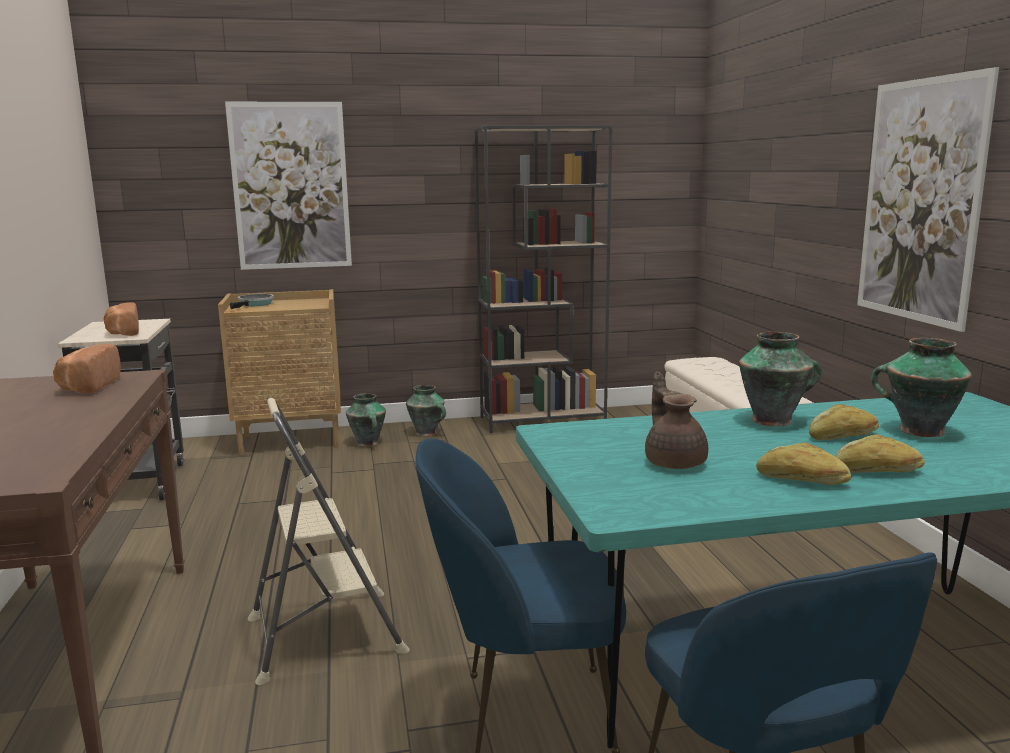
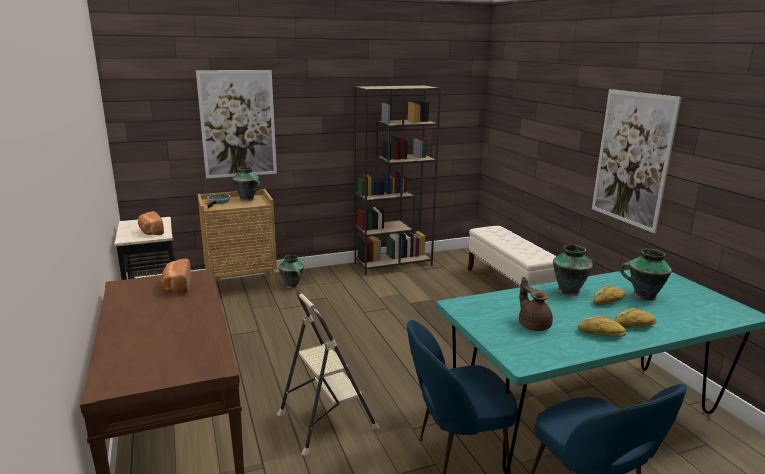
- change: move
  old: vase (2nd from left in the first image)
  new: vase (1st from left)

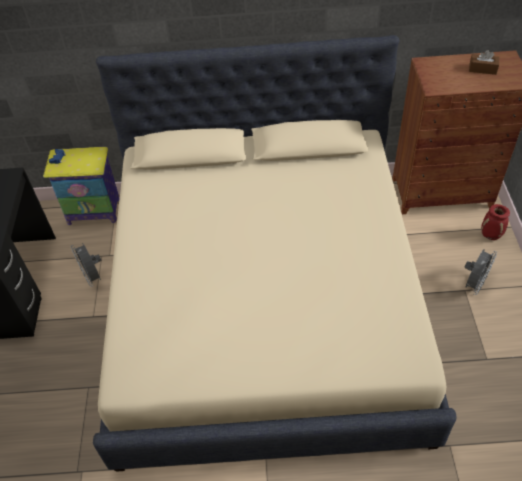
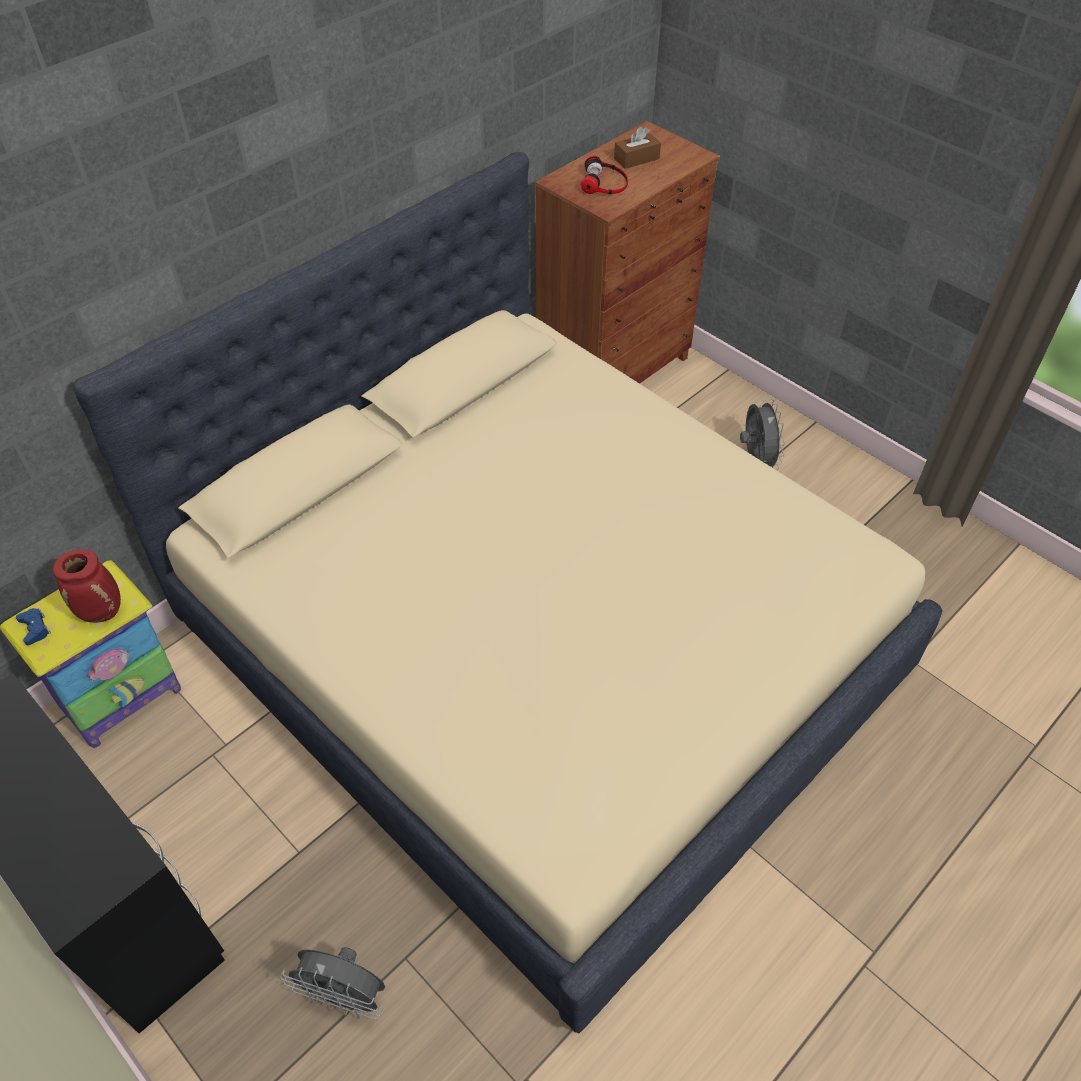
- change: move
  old: reddish vase
- change: move
  old: greyish electric fan (1st from left)
- change: insert
  new: pair of headphones

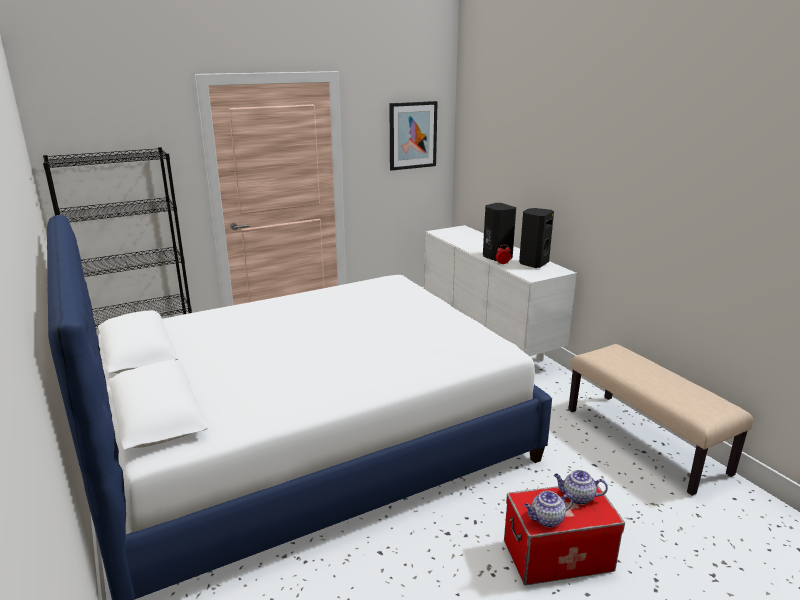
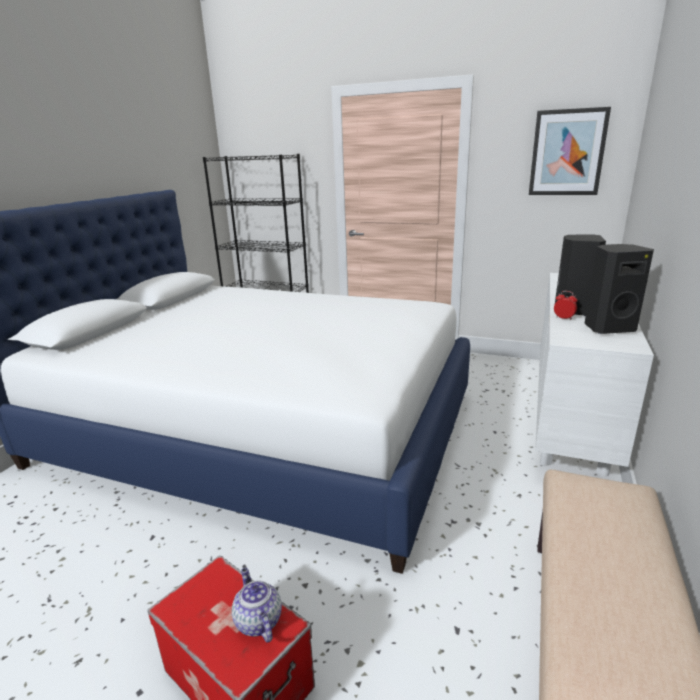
- change: delete
  old: teapot (1st from left)

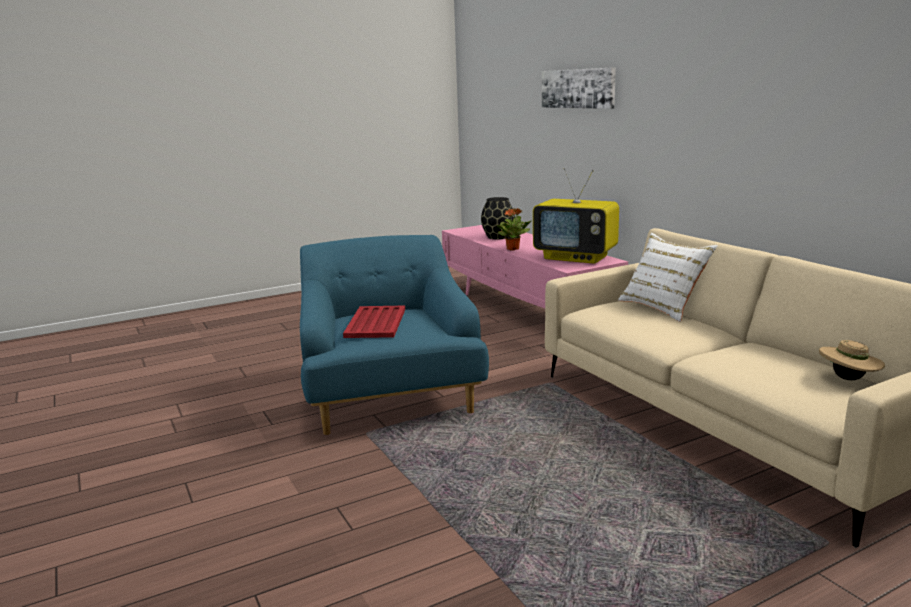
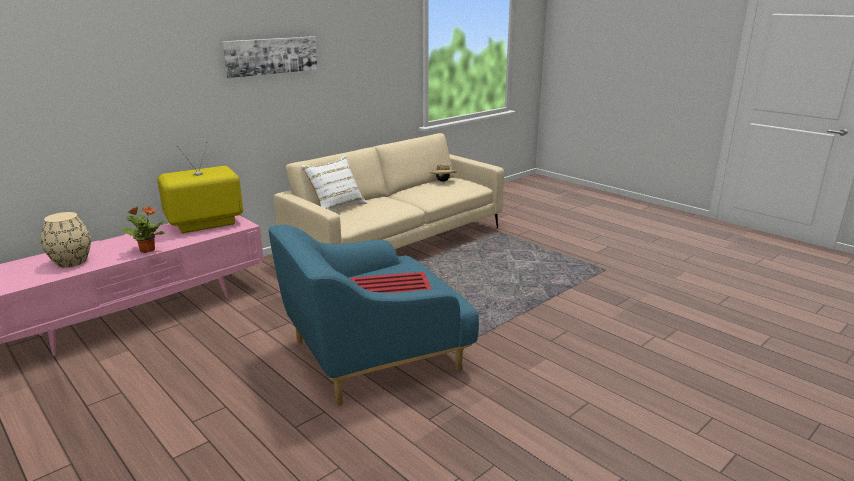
- change: recolor
  old: black vase
  new: beige-coloured vase
- change: rotate
  old: TV
  degrees: -135
- change: move
  old: picture

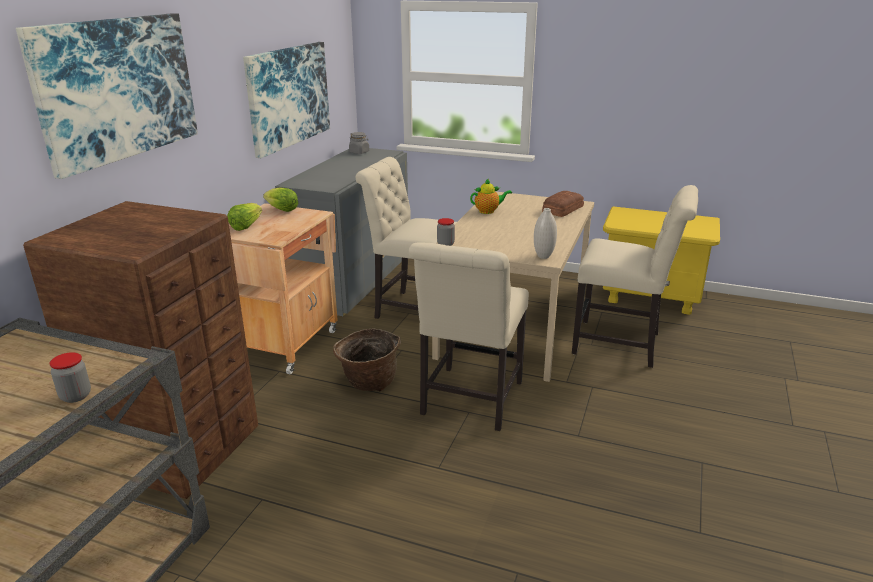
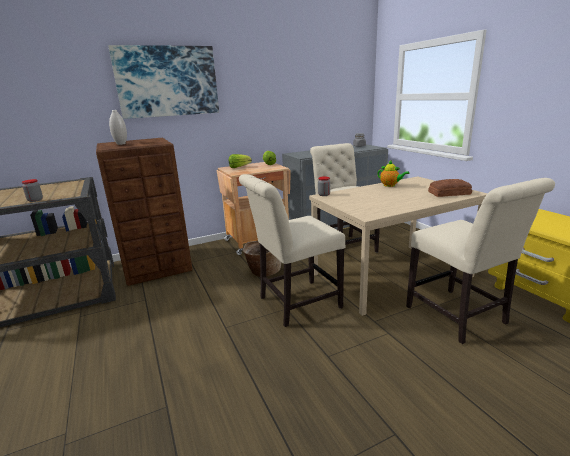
- change: move
  old: white vase
- change: delete
  old: picture (2nd from left)

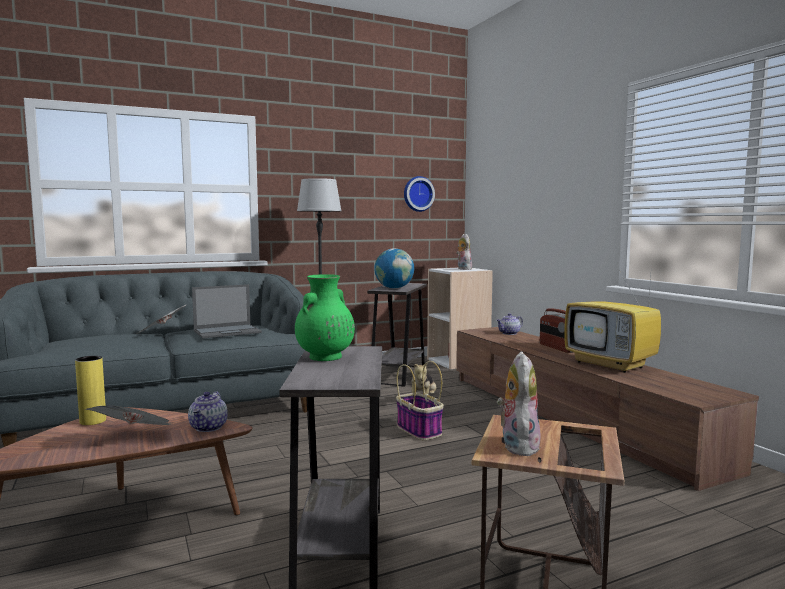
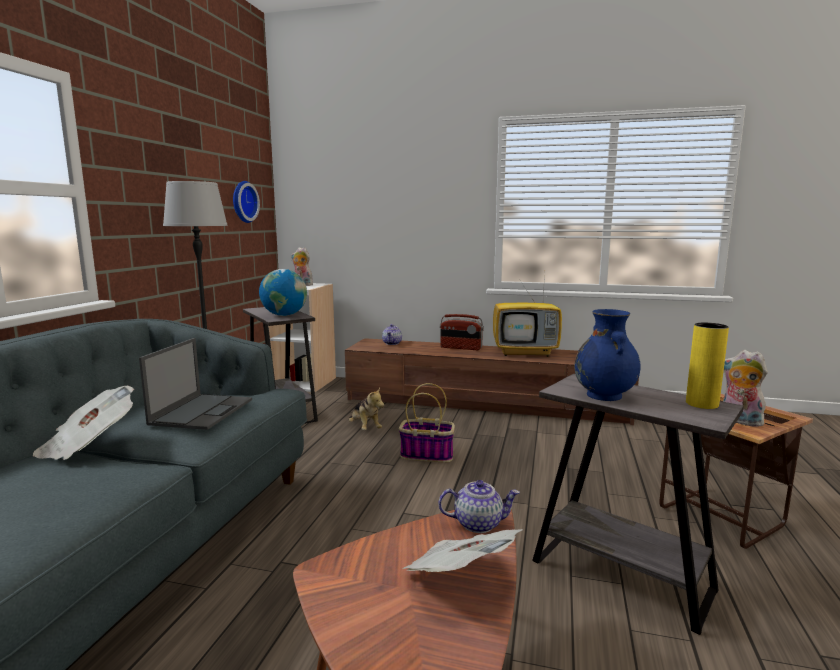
- change: rotate
  old: teapot (1st from left in the first image)
  degrees: -45
- change: recolor
  old: green vase
  new: blue-coloured vase
- change: move
  old: yellow-coloured vase

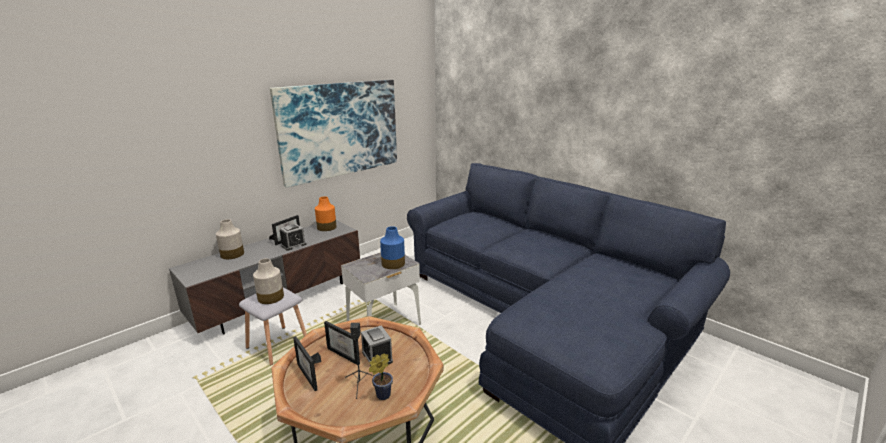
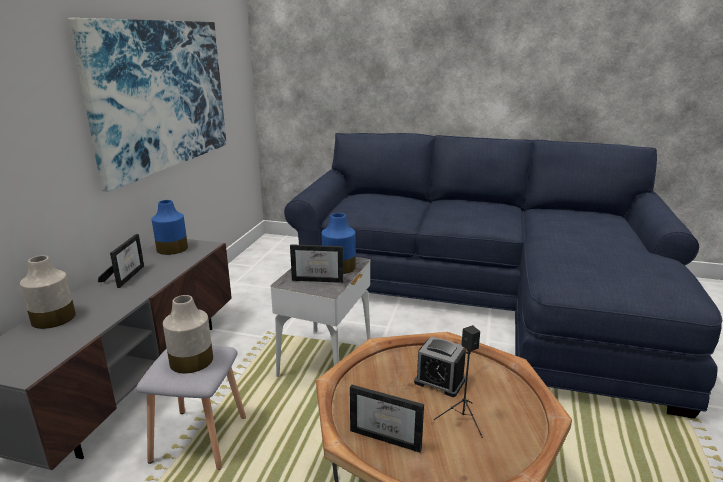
- change: recolor
  old: orange vase
  new: blue-coloured vase (1st from left)
- change: move
  old: photo frame (3rd from left in the first image)
  new: photo frame (2nd from left)
- change: delete
  old: bedside clock (1st from left)
- change: delete
  old: potted plant

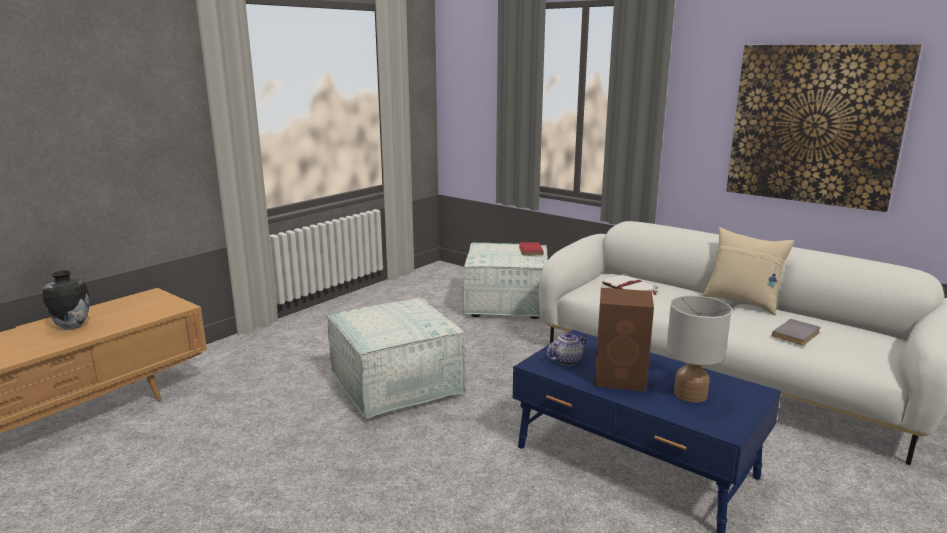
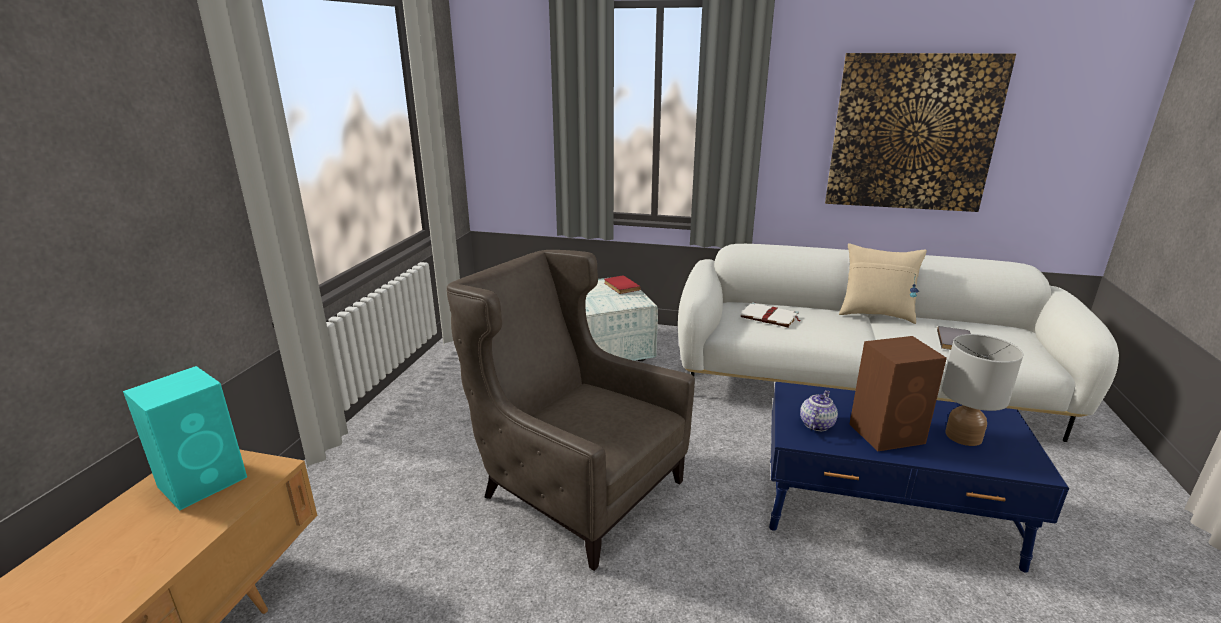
- change: insert
  new: blue-green speaker
- change: replace
  old: white footrest (1st from left)
  new: greyish lounge chair
- change: delete
  old: vase

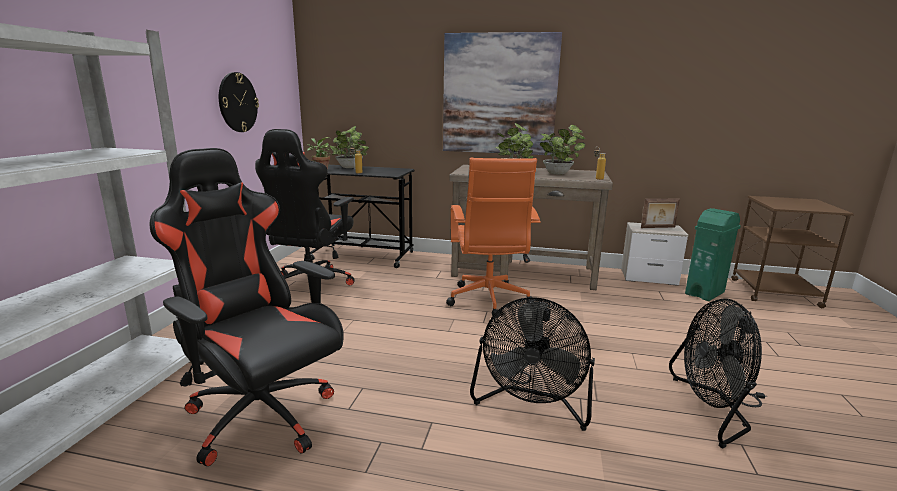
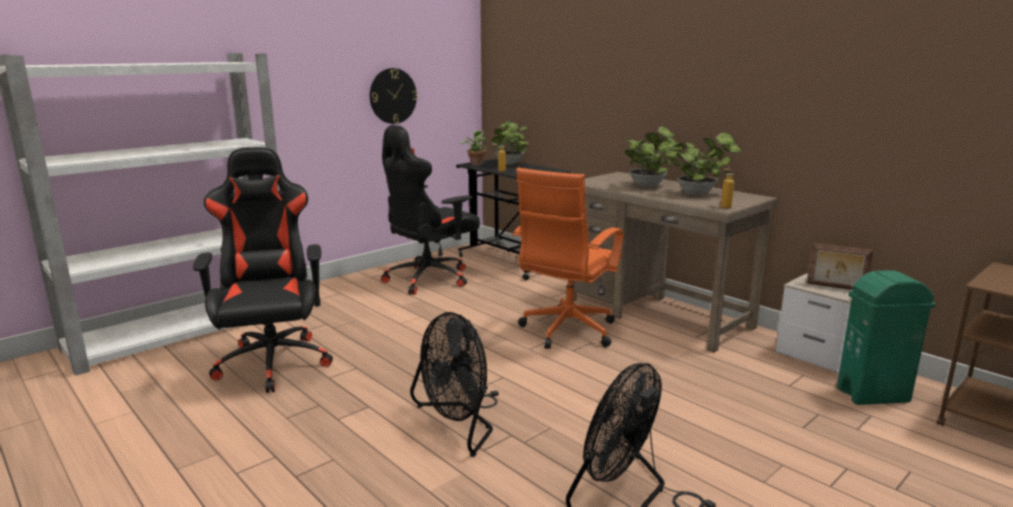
- change: delete
  old: picture

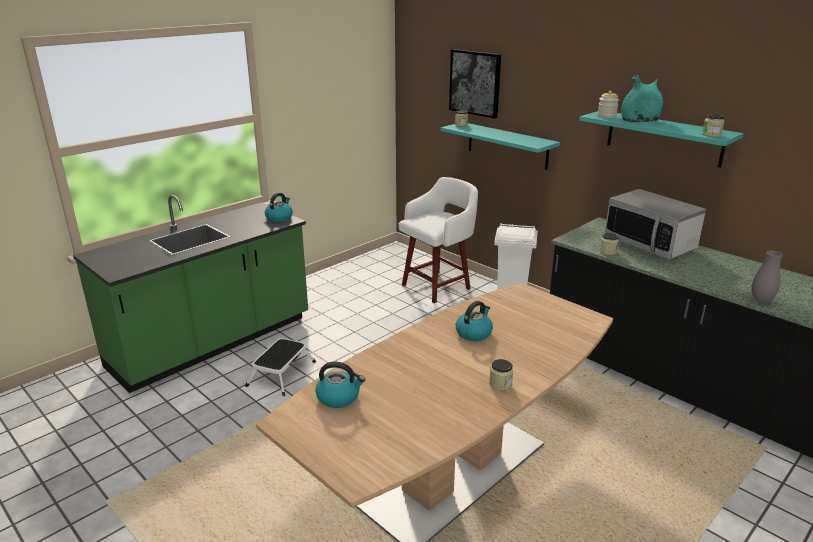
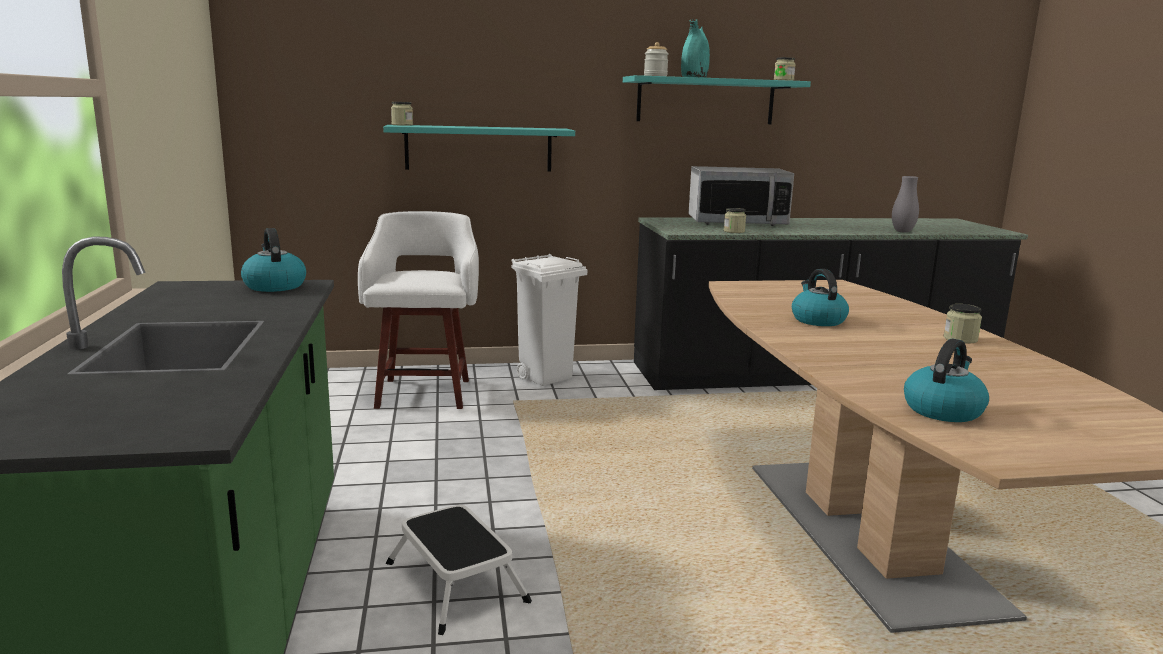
- change: delete
  old: picture

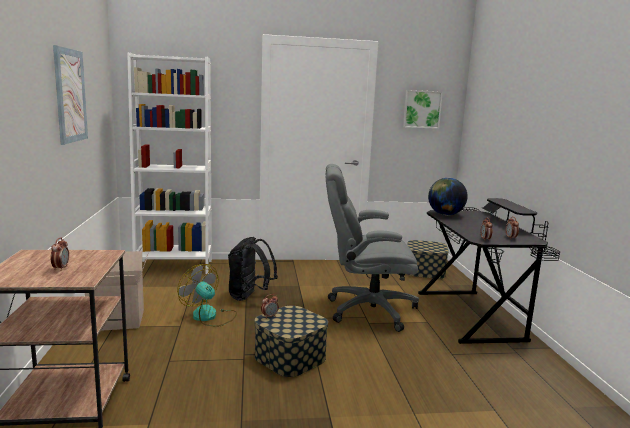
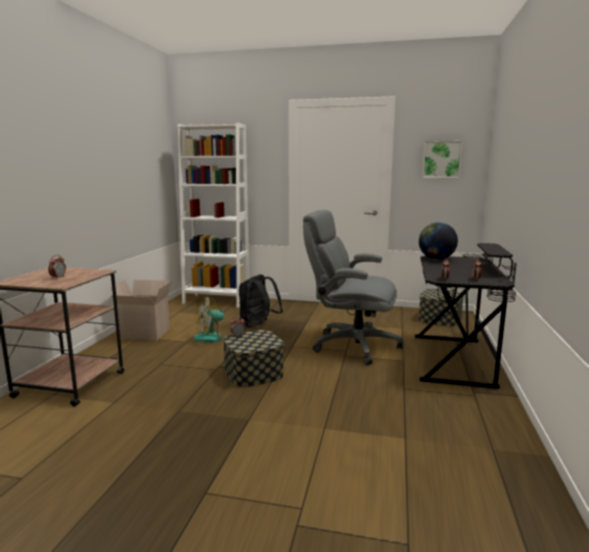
- change: rotate
  old: electric fan
  degrees: -90
- change: delete
  old: picture (1st from left)

